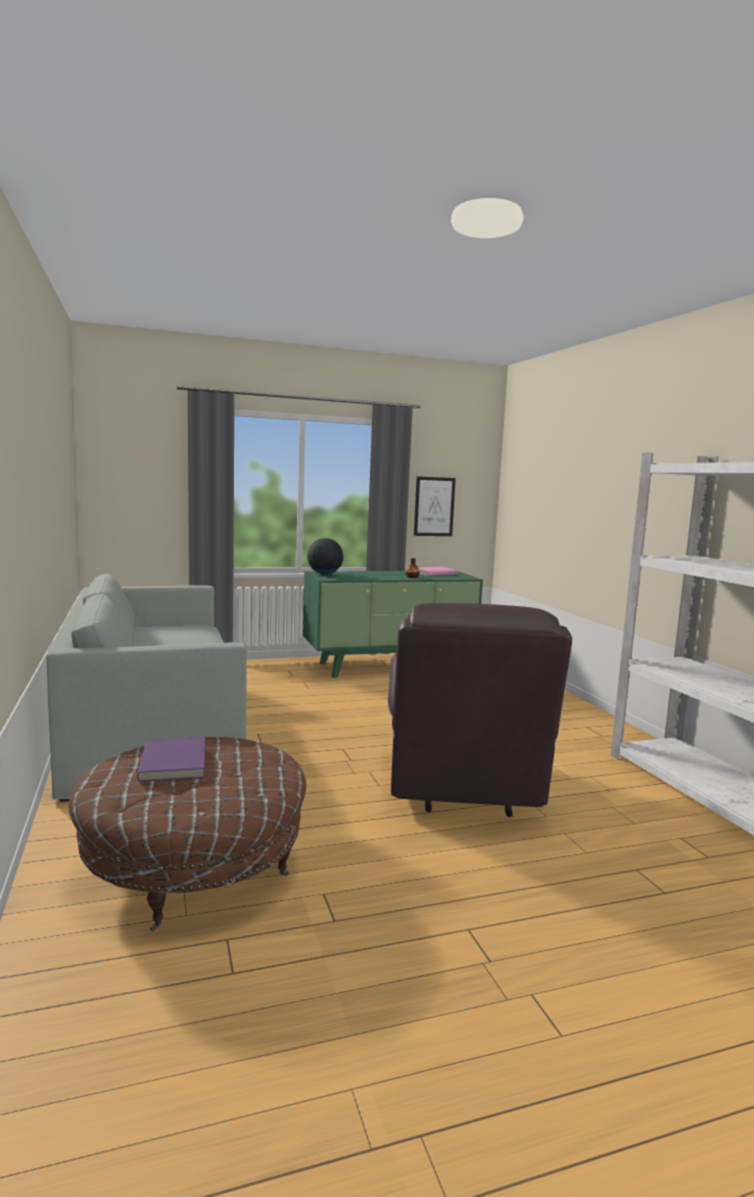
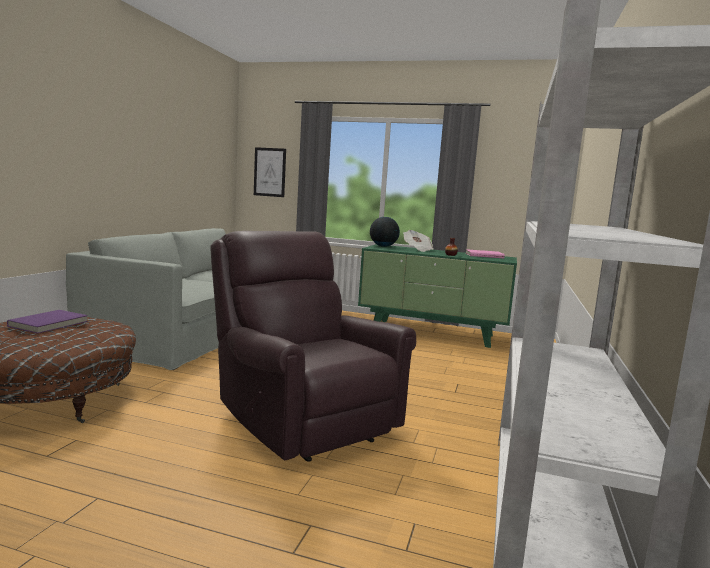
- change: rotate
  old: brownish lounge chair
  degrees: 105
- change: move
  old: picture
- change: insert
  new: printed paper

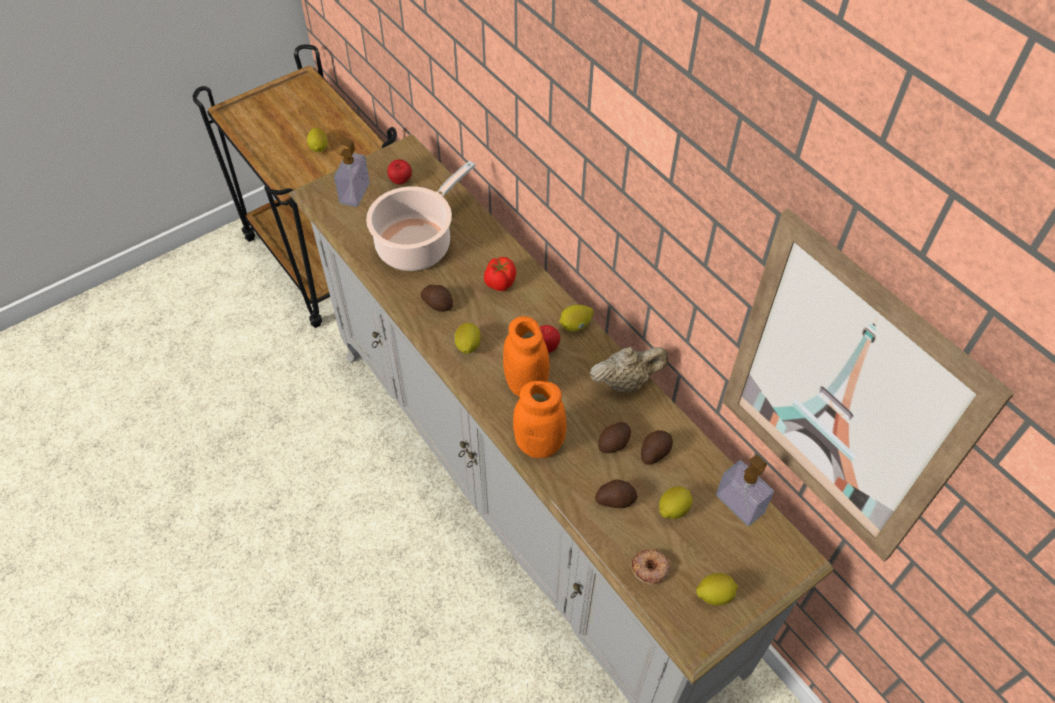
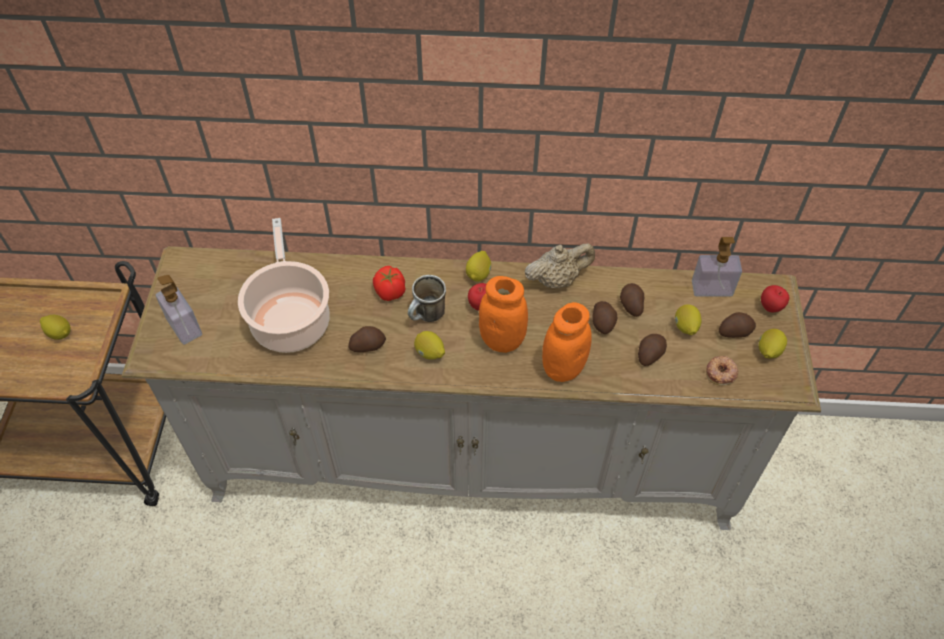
- change: insert
  new: coffee mug
- change: rotate
  old: beige-coloured teapot
  degrees: 45
- change: insert
  new: spud (5th from left)
- change: move
  old: whole apple (1st from left in the first image)
  new: whole apple (2nd from left)
- change: delete
  old: picture

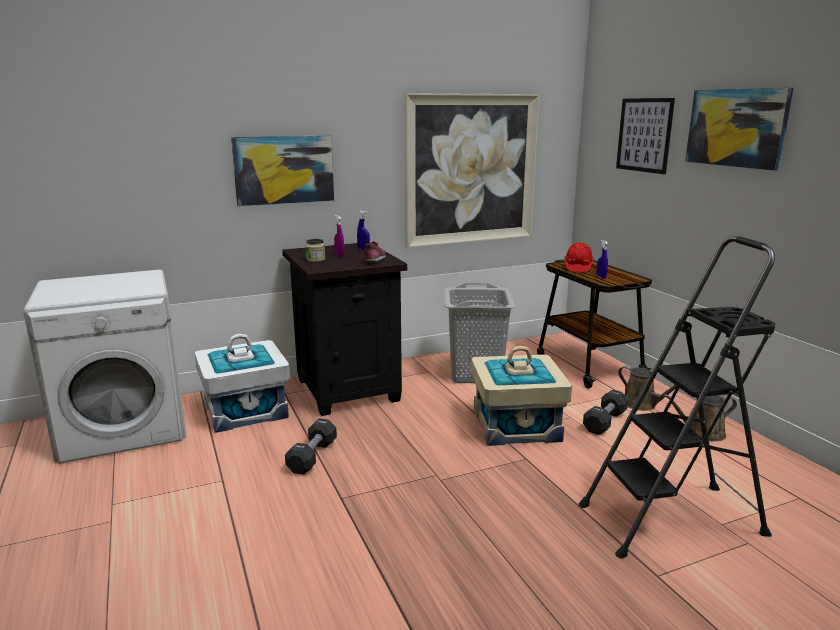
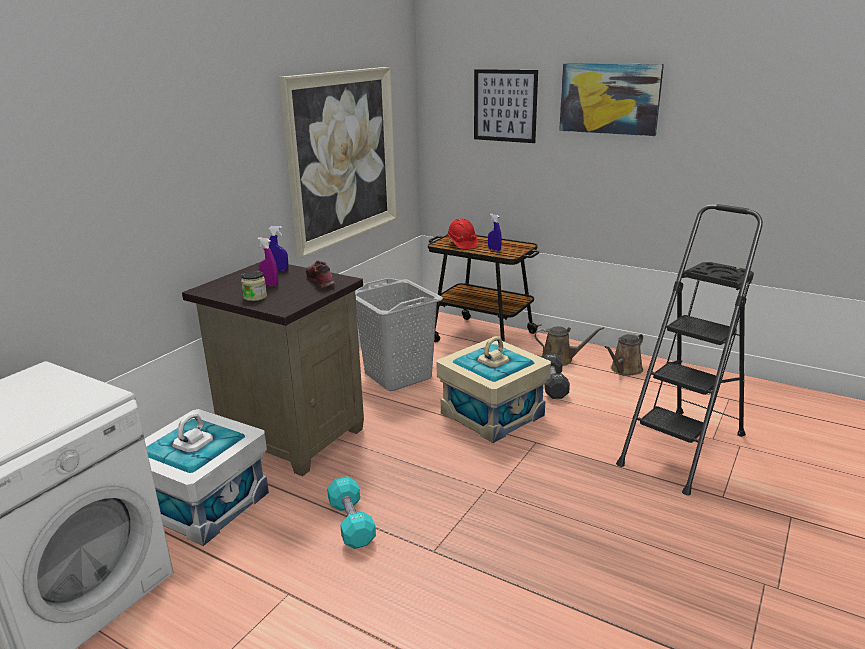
- change: recolor
  old: black storage cabinet
  new: beige-coloured storage cabinet
- change: recolor
  old: black hand weight (1st from left)
  new: blue-green hand weight
- change: delete
  old: picture (1st from left)

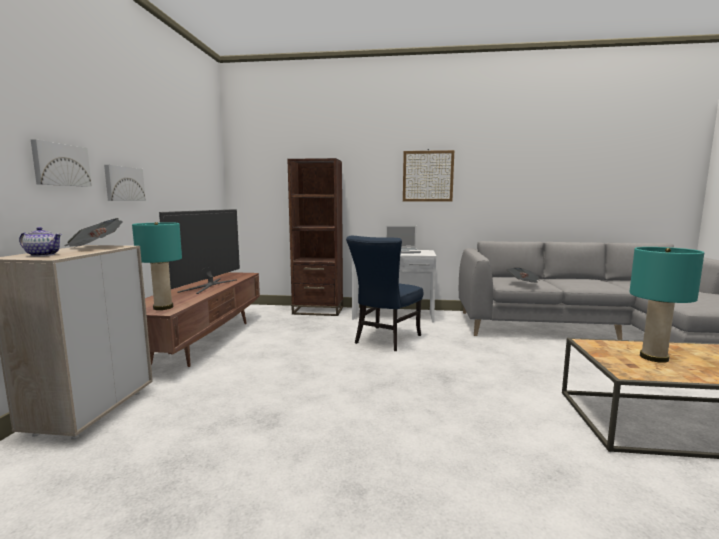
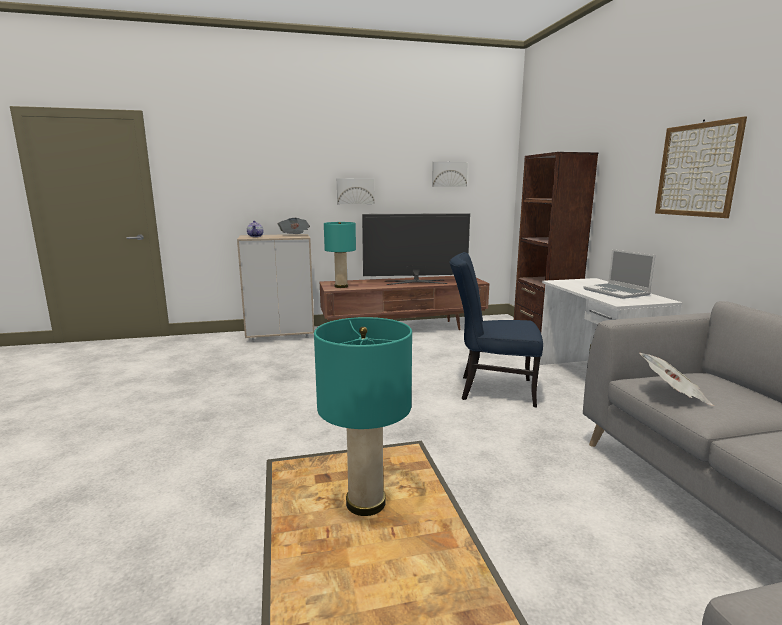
- change: move
  old: picture (1st from left in the first image)
  new: picture (2nd from left)

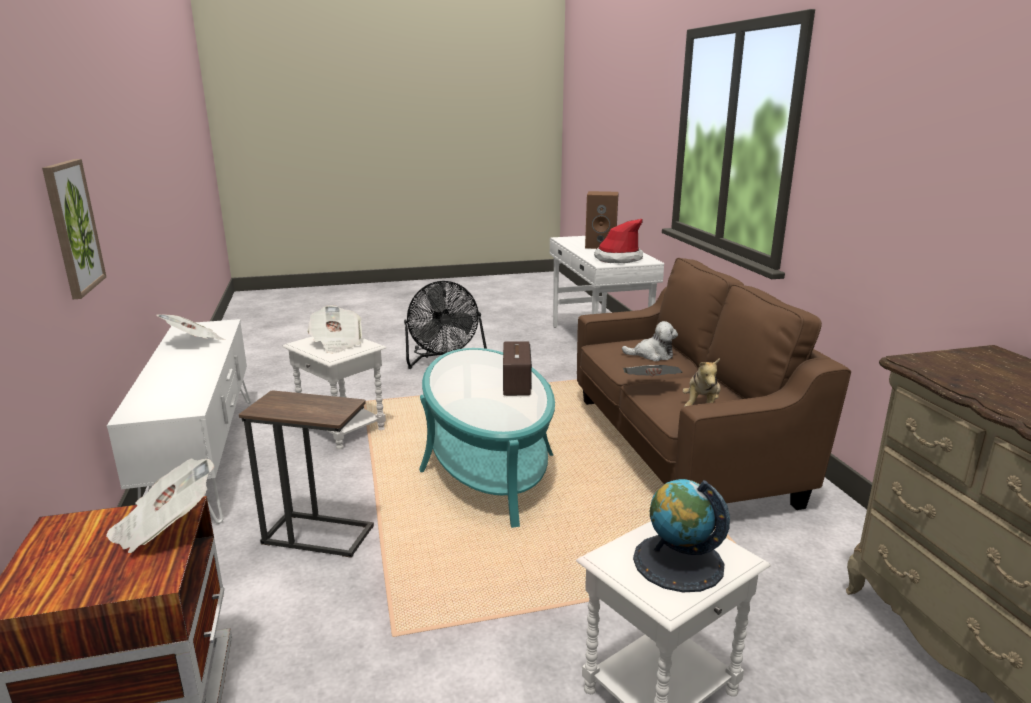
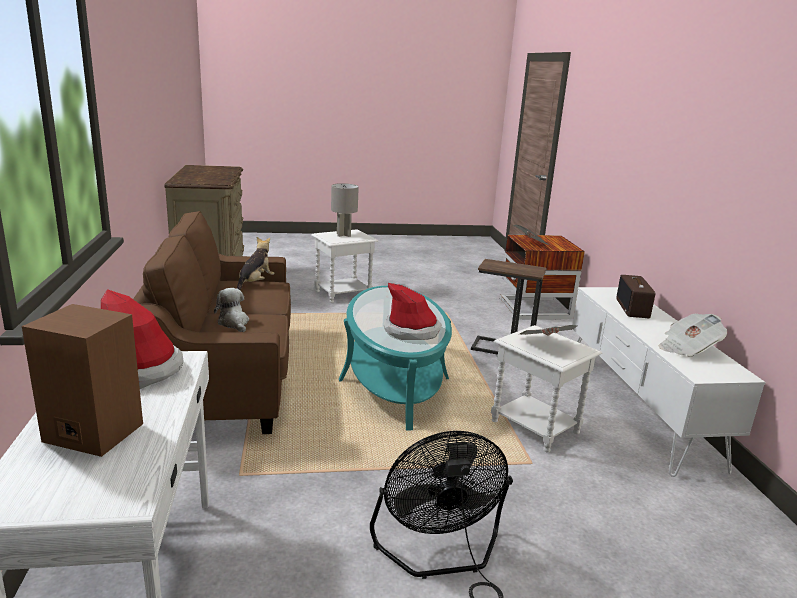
- change: rotate
  old: cuddly toy (1st from left)
  degrees: 45
- change: replace
  old: desk globe
  new: greyish tabletop lamp
- change: insert
  new: wearable hat (2nd from left)
- change: move
  old: radio set
- change: delete
  old: picture
- change: delete
  old: printed paper (4th from left)

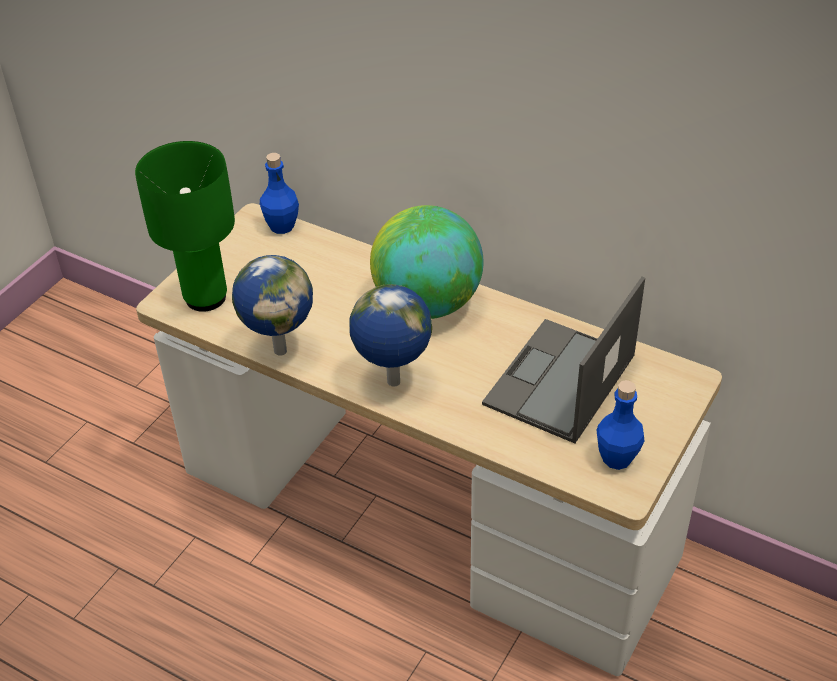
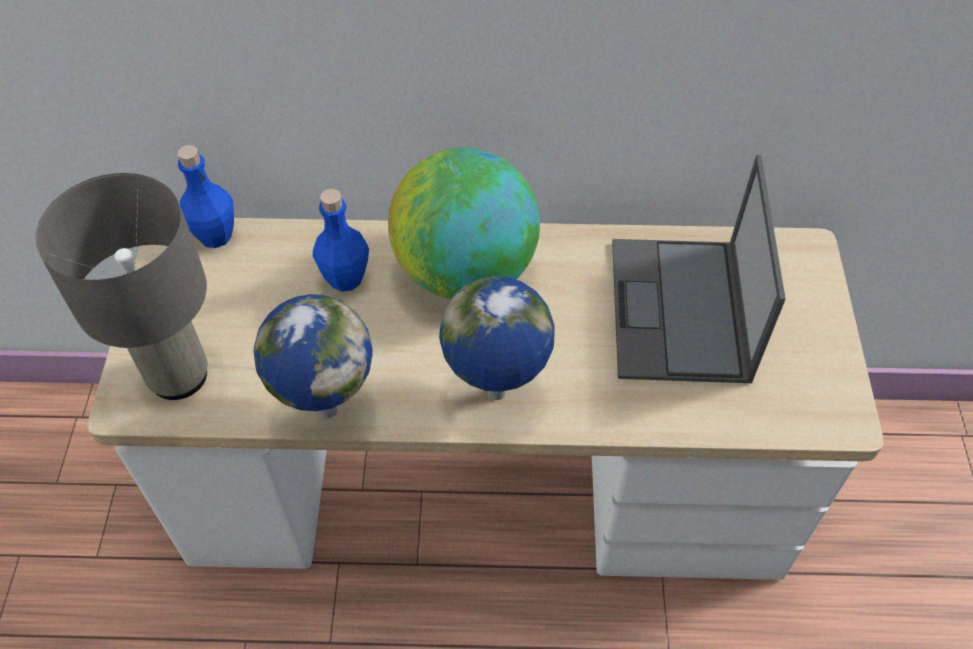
- change: recolor
  old: green tabletop lamp
  new: greyish tabletop lamp
- change: move
  old: blue-coloured beverage bottle (2nd from left)

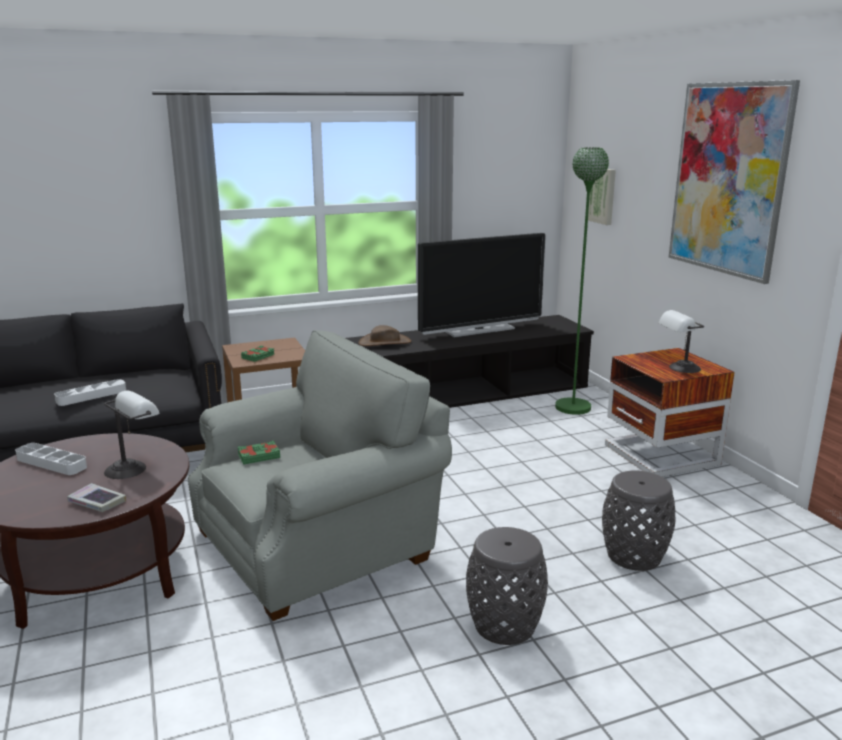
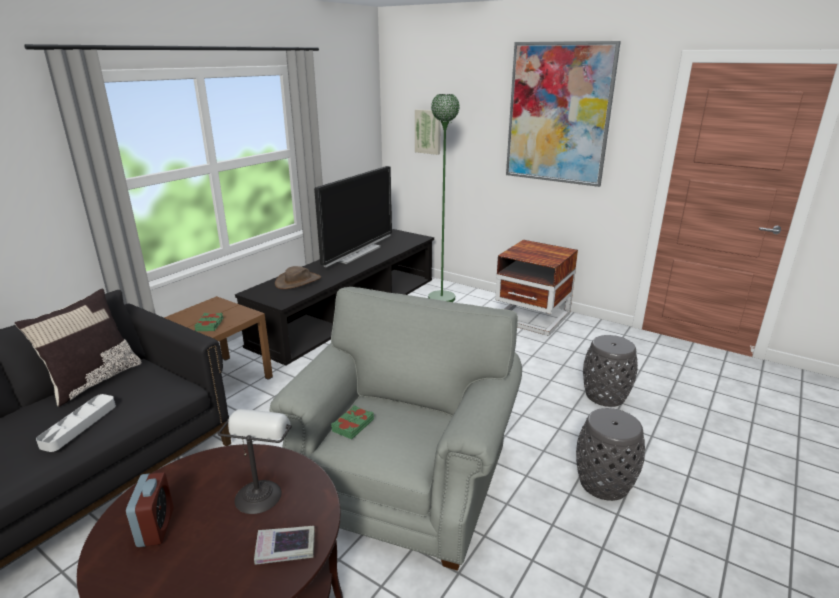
- change: insert
  new: pillow
- change: replace
  old: greyish serving tray (1st from left)
  new: bedside clock
- change: delete
  old: tabletop lamp (2nd from left)

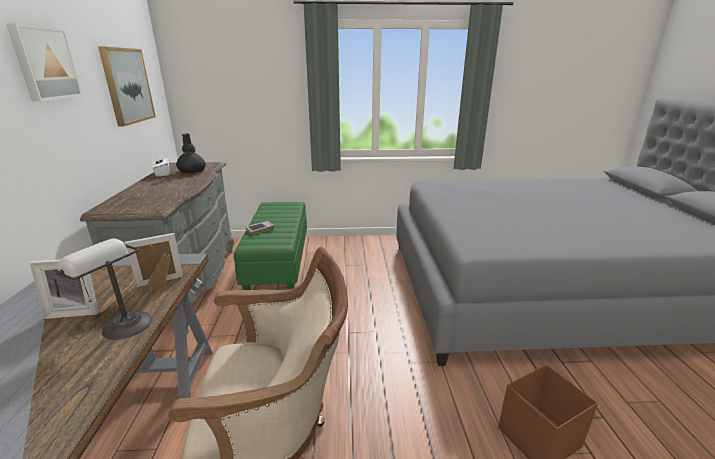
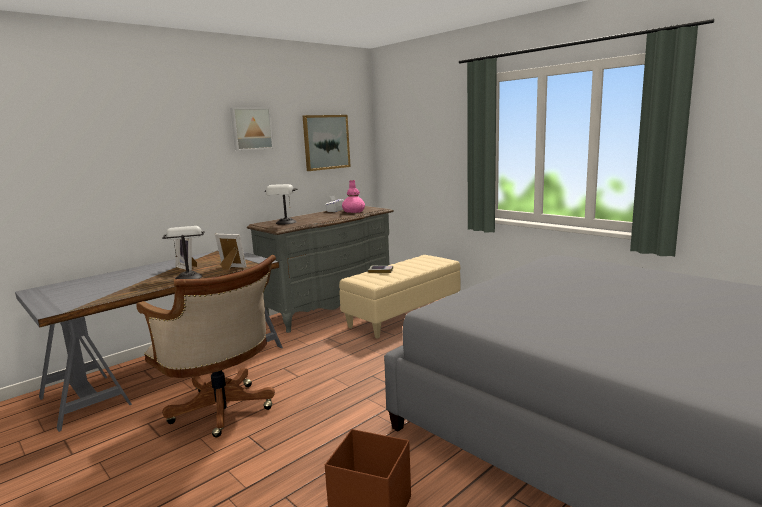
- change: insert
  new: tabletop lamp (2nd from left)
- change: recolor
  old: green footrest
  new: beige-coloured footrest
- change: recolor
  old: black vase
  new: pink-coloured vase

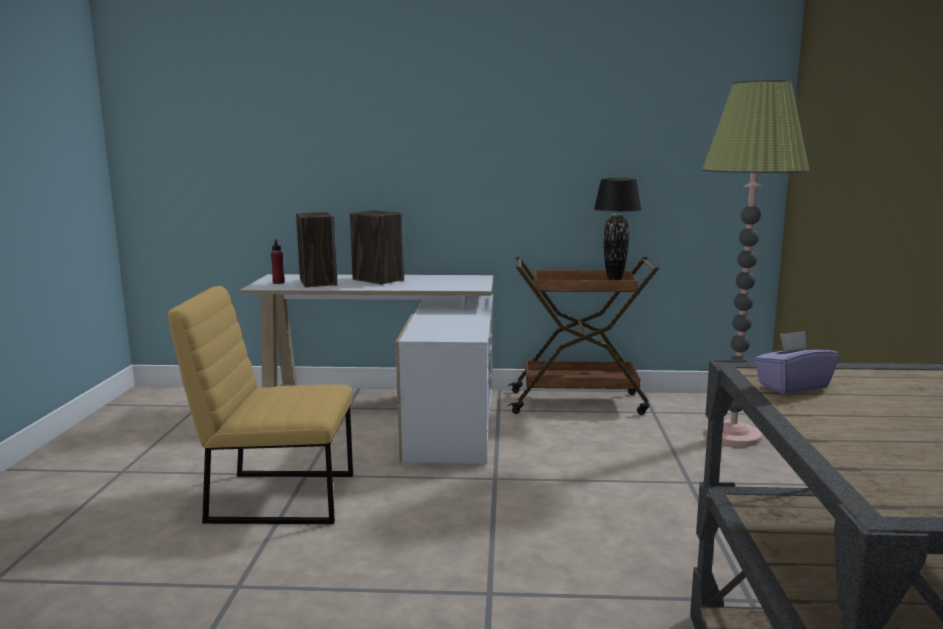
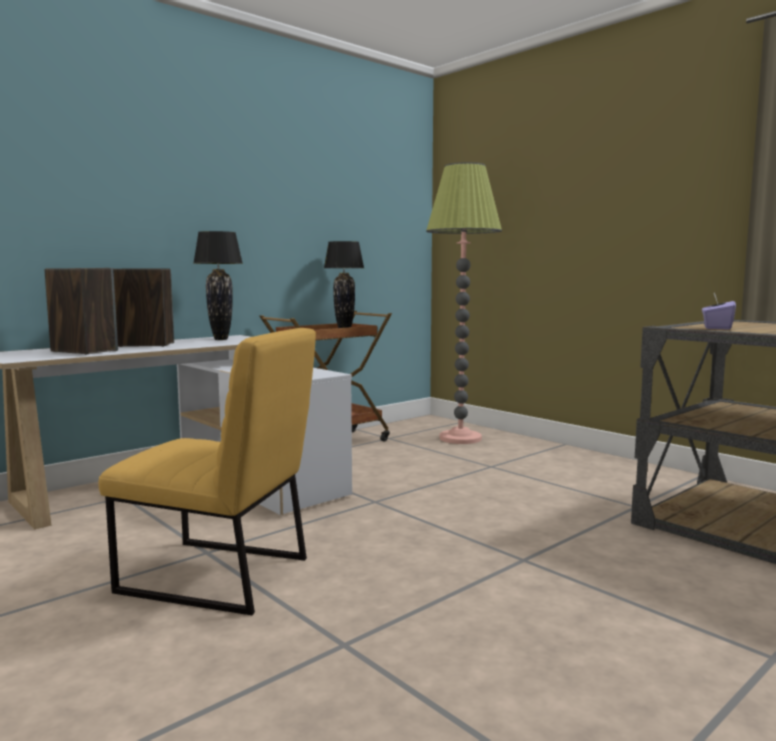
- change: rotate
  old: yellow-coloured upright chair
  degrees: -120
- change: insert
  new: black tabletop lamp (1st from left)
- change: delete
  old: reddish beverage bottle

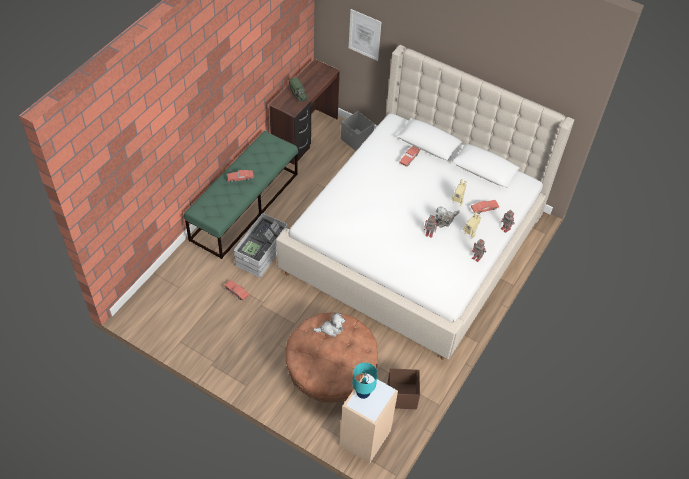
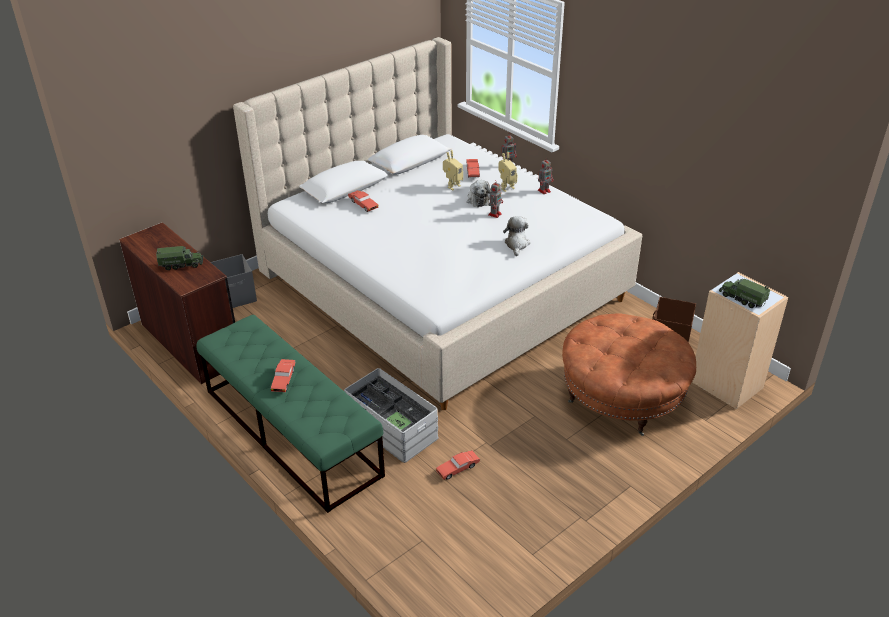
- change: move
  old: cuddly toy (1st from left in the first image)
  new: cuddly toy (2nd from left)
- change: replace
  old: blue-green tabletop lamp
  new: model truck (2nd from left)
- change: delete
  old: picture

